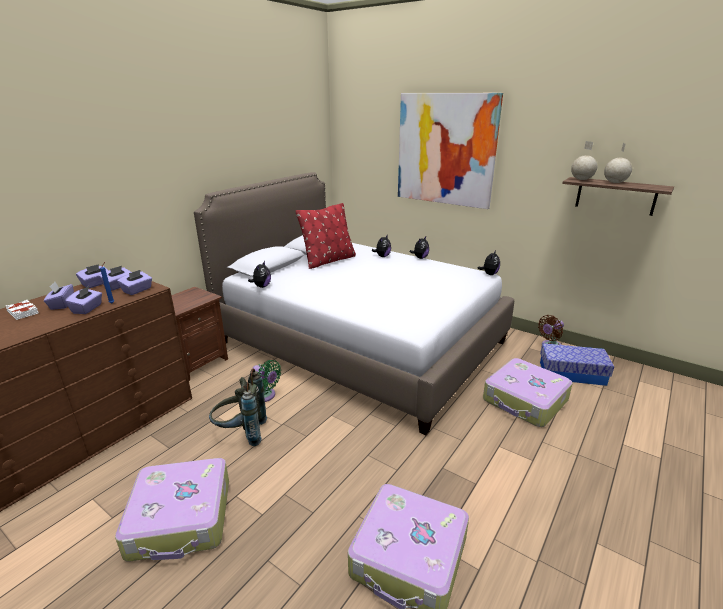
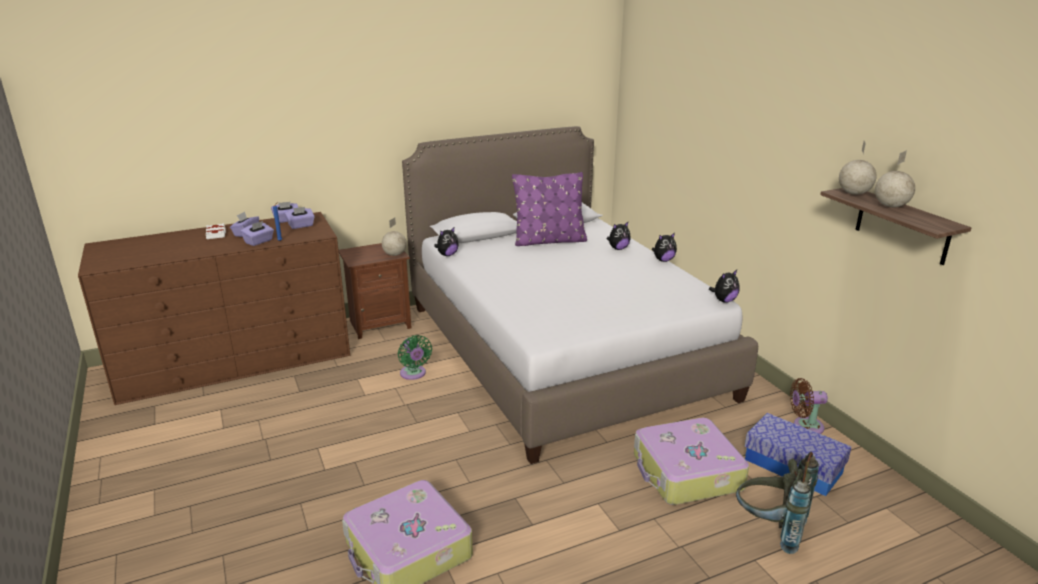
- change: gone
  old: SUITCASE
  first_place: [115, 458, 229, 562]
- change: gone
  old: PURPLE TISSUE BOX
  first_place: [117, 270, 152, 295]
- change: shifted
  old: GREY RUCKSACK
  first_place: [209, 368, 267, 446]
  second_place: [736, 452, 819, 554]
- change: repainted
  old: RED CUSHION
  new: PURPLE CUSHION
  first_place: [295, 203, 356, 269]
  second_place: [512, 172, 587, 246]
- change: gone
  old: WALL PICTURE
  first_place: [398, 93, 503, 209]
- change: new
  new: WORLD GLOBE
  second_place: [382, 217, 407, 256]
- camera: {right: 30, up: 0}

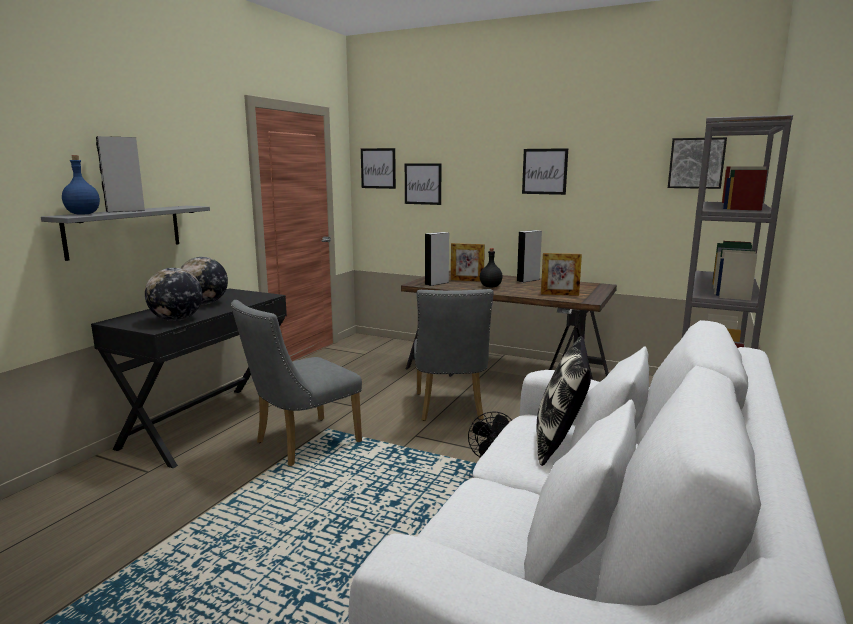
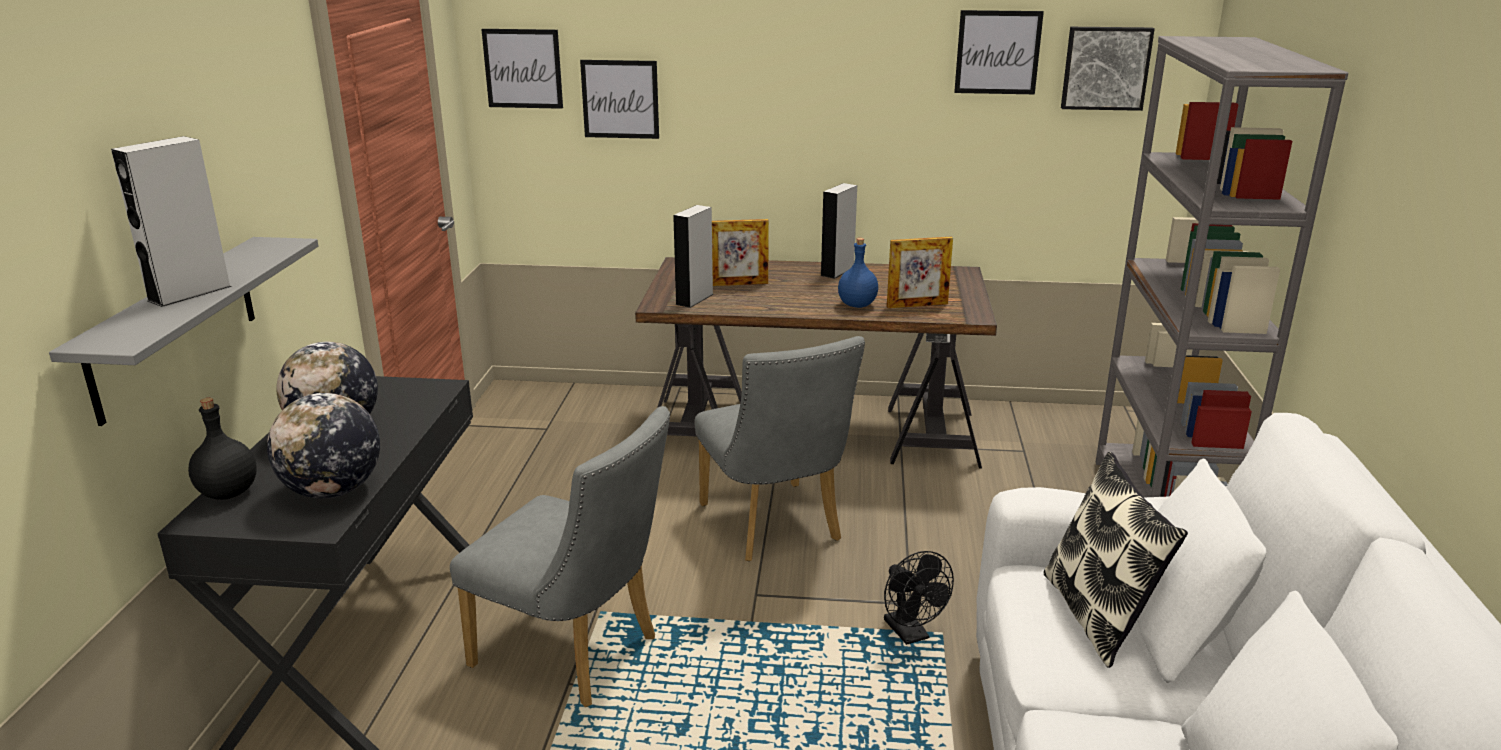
- change: shifted
  old: BLUE-COLOURED DRINK BOTTLE
  first_place: [62, 155, 100, 215]
  second_place: [838, 238, 878, 308]
- change: rotated
  old: GREY CHAIR
  first_place: [231, 300, 362, 466]
  second_place: [450, 406, 670, 707]
  degrees: -90
- change: shifted
  old: BLACKISH DRINK BOTTLE
  first_place: [480, 248, 502, 288]
  second_place: [188, 398, 257, 500]
- change: shifted
  old: WALL PICTURE
  first_place: [522, 148, 568, 195]
  second_place: [954, 10, 1044, 94]
- camera: {right: -20, up: 10}

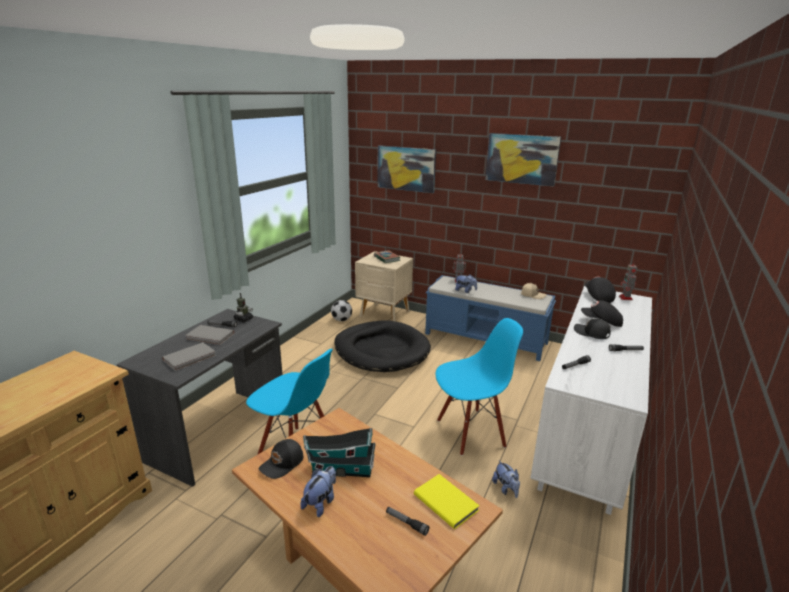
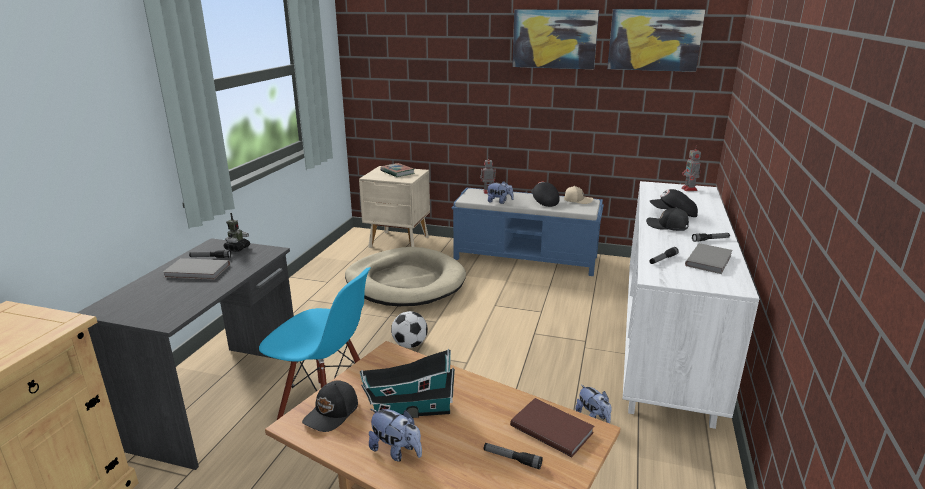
- change: shifted
  old: GREY VOLUME
  first_place: [162, 342, 216, 371]
  second_place: [685, 243, 733, 274]
- change: rotated
  old: PLUSH TOY
  first_place: [300, 466, 336, 517]
  second_place: [369, 409, 422, 462]
  degrees: 105
- change: shifted
  old: FOOTBALL BALL
  first_place: [331, 300, 352, 321]
  second_place: [391, 311, 428, 348]
- change: repainted
  old: BLACKISH DOG CUSHION
  new: SAND-COLOURED DOG CUSHION
  first_place: [334, 320, 431, 372]
  second_place: [345, 247, 466, 306]
- change: shifted
  old: WALL PICTURE
  first_place: [378, 145, 436, 193]
  second_place: [607, 9, 705, 72]
- change: repainted
  old: YELLOWISH VOLUME
  new: BROWN VOLUME
  first_place: [414, 474, 480, 529]
  second_place: [510, 398, 594, 457]
- change: gone
  old: BLUE-COLOURED CHAIR
  first_place: [436, 318, 523, 456]
- change: shifted
  old: BLACKISH CAP
  first_place: [585, 276, 616, 303]
  second_place: [531, 182, 560, 207]
- camera: {right: -10, up: 0}

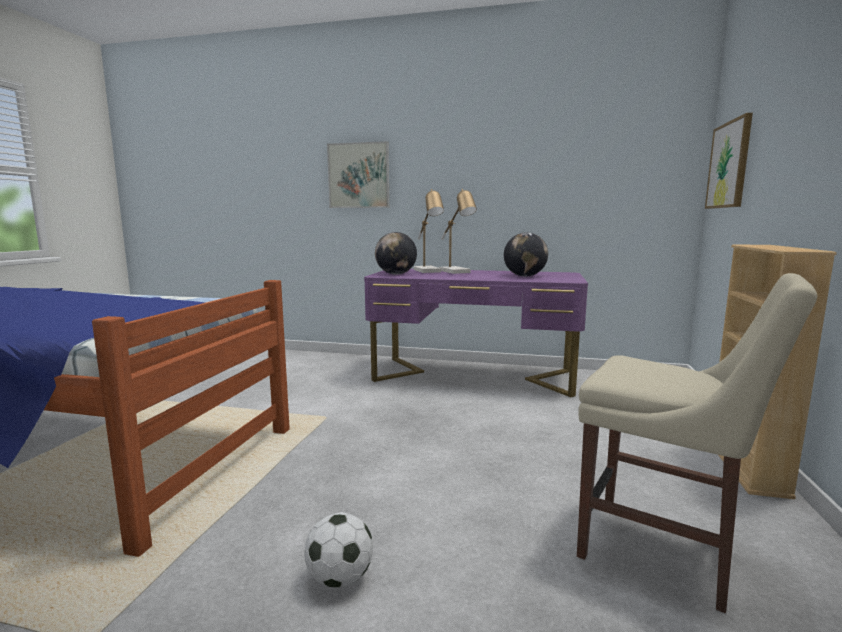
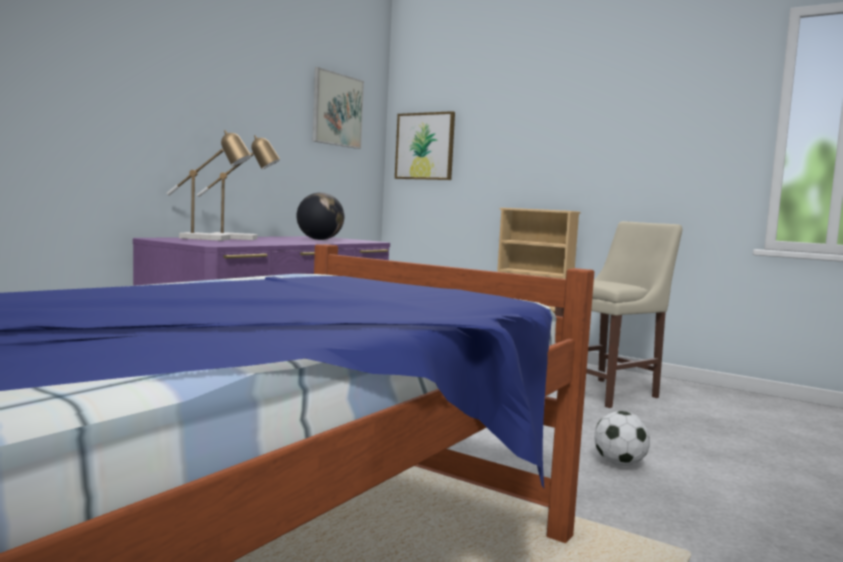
- change: shifted
  old: WALL PICTURE
  first_place: [327, 141, 389, 208]
  second_place: [313, 67, 364, 149]
- change: gone
  old: WORLD GLOBE
  first_place: [375, 232, 417, 275]
- camera: {right: -70, up: -5}

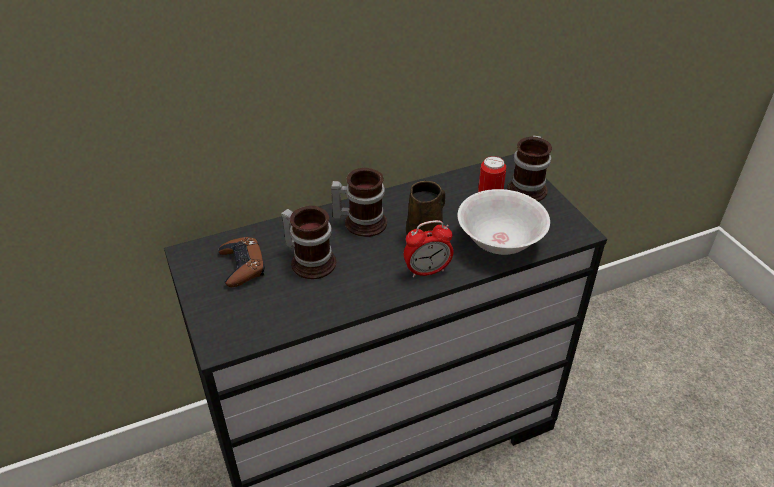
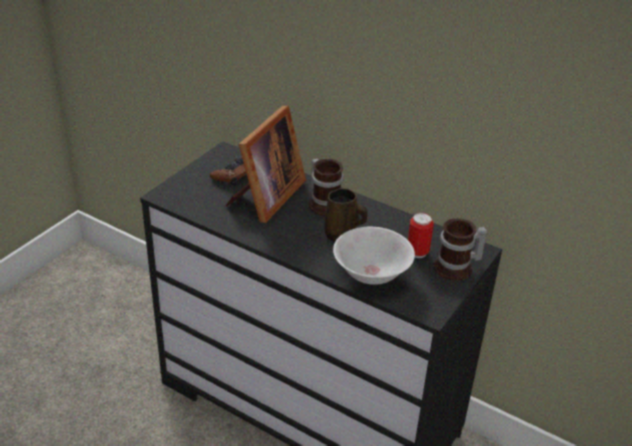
- change: swapped
  old: TEA MUG
  new: PHOTO FRAME
  first_place: [281, 206, 336, 279]
  second_place: [226, 105, 306, 223]
- change: gone
  old: BEDSIDE CLOCK
  first_place: [404, 220, 453, 278]
- camera: {right: 55, up: -5}

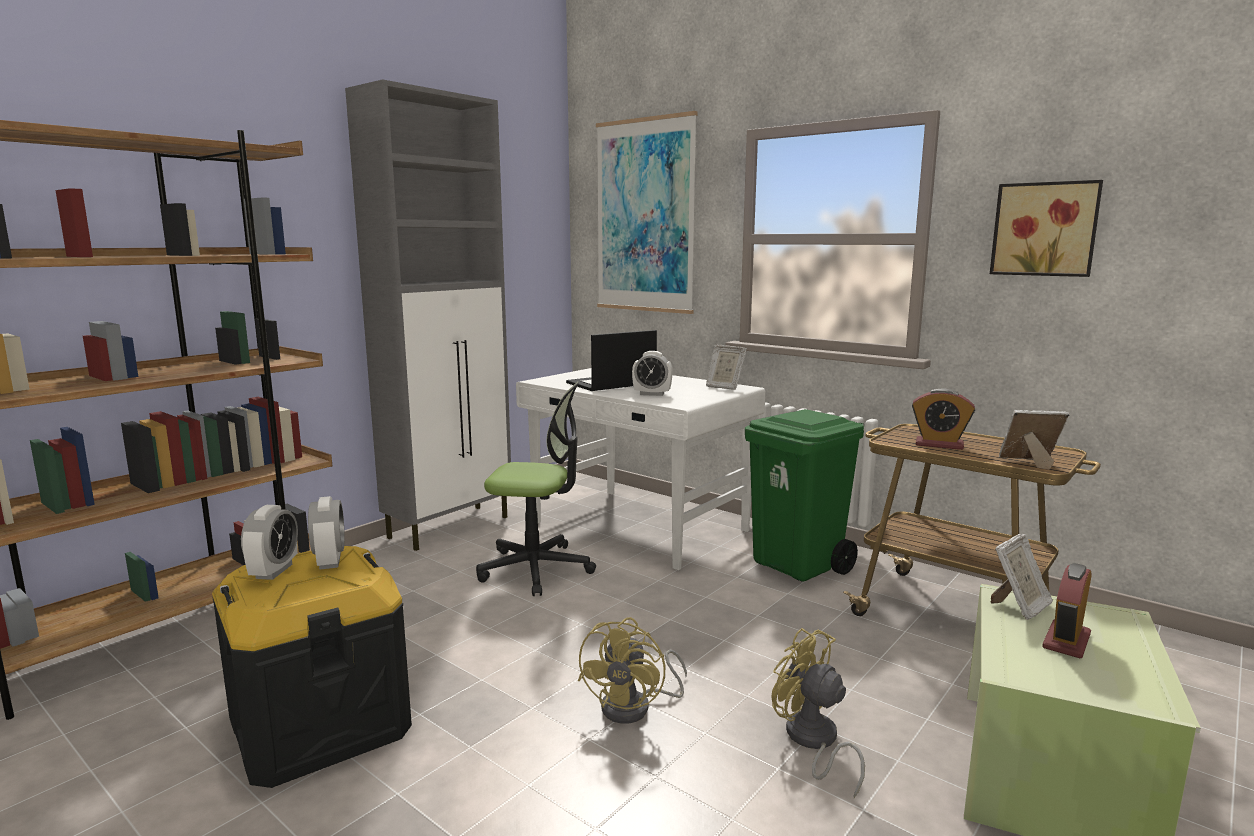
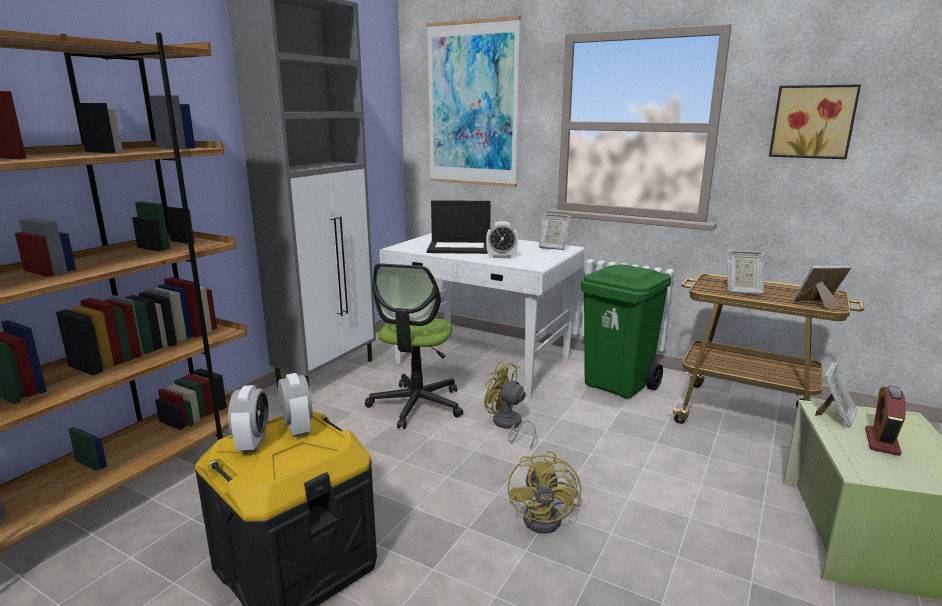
- change: rotated
  old: COMPUTER CHAIR
  first_place: [476, 382, 596, 596]
  second_place: [365, 263, 463, 429]
  degrees: 105
- change: rotated
  old: PORTABLE COMPUTER
  first_place: [566, 330, 657, 391]
  second_place: [427, 200, 491, 254]
  degrees: -135
- change: shifted
  old: YELLOWISH FAN
  first_place: [772, 628, 865, 798]
  second_place: [484, 362, 536, 449]
- change: swapped
  old: BEDSIDE CLOCK
  new: PHOTO FRAME
  first_place: [912, 389, 975, 450]
  second_place: [727, 250, 764, 294]
- camera: {right: -10, up: 5}

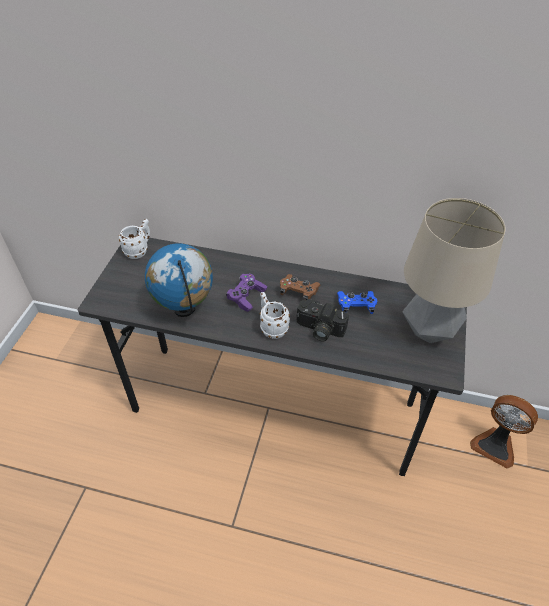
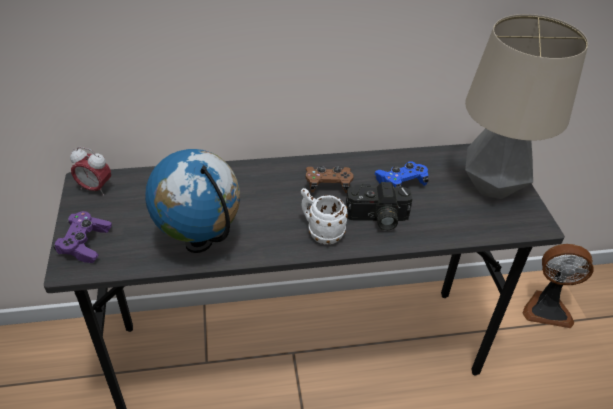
- change: swapped
  old: WHITISH TEA MUG
  new: BEDSIDE CLOCK
  first_place: [119, 219, 150, 259]
  second_place: [70, 147, 111, 196]
- change: shifted
  old: PURPLE GAME CONTROLLER
  first_place: [226, 274, 267, 312]
  second_place: [53, 211, 112, 263]
- camera: {right: -25, up: -5}

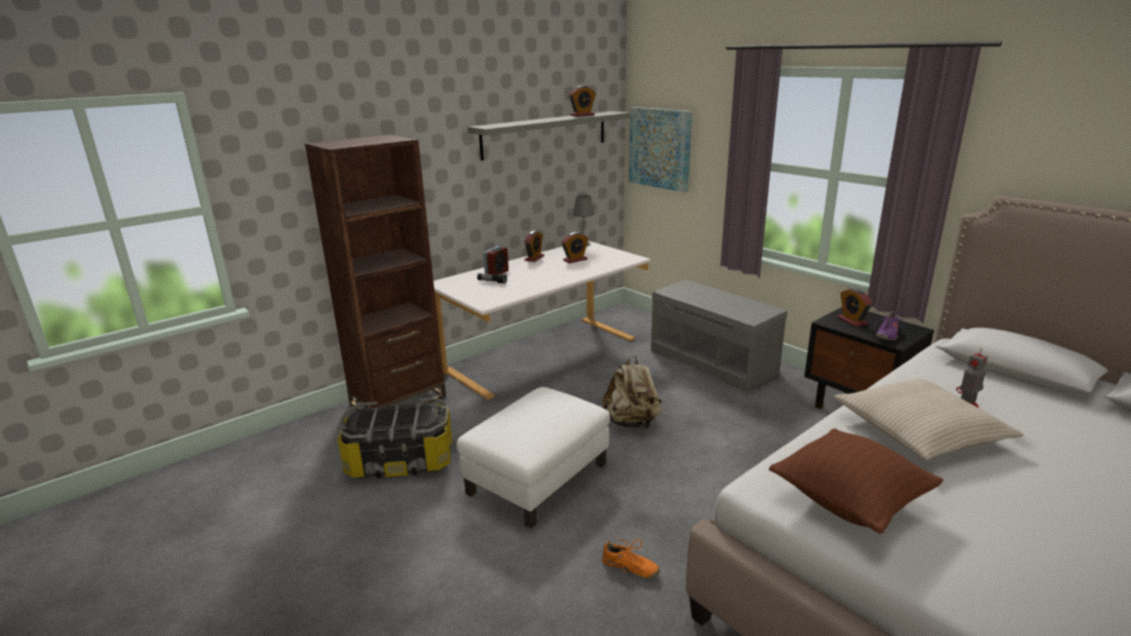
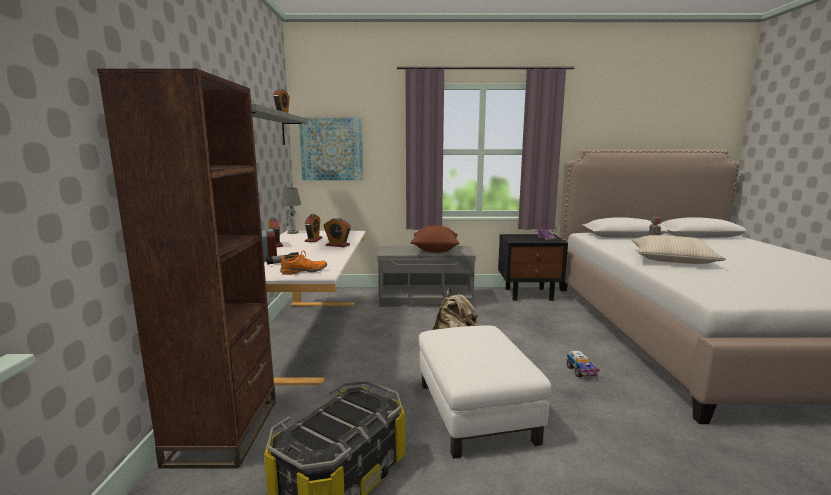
- change: shifted
  old: ORANGEY LOW SHOE
  first_place: [602, 537, 660, 579]
  second_place: [280, 250, 327, 275]
- change: shifted
  old: BROWN CUSHION
  first_place: [769, 428, 943, 534]
  second_place: [411, 225, 459, 253]
- change: shifted
  old: BEDSIDE CLOCK
  first_place: [838, 288, 872, 327]
  second_place: [323, 218, 351, 247]
- change: new
  new: MODEL TRUCK
  second_place: [566, 351, 600, 377]
- camera: {right: -50, up: -10}

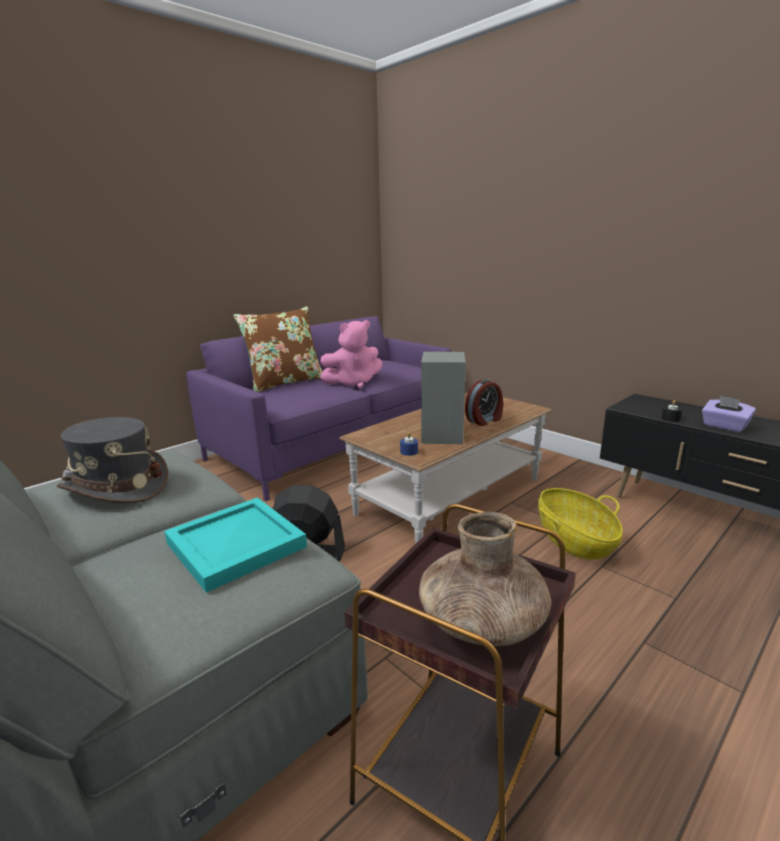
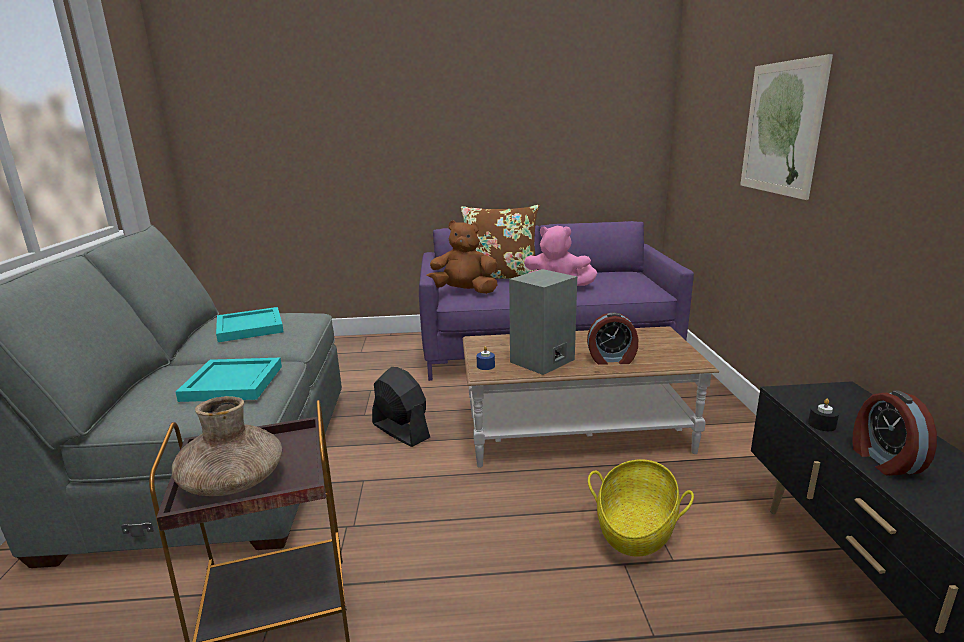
- change: swapped
  old: GREY WEARABLE HAT
  new: TURQUOISE CARRYING TRAY
  first_place: [57, 417, 169, 503]
  second_place: [216, 307, 284, 342]
- change: swapped
  old: PURPLE TISSUE BOX
  new: BEDSIDE CLOCK
  first_place: [702, 396, 756, 432]
  second_place: [853, 390, 937, 476]
- change: new
  new: BROWN PLUSH TOY
  second_place: [427, 220, 497, 294]
- change: new
  new: WALL PICTURE
  second_place: [740, 54, 833, 200]
- camera: {right: 40, up: 0}

